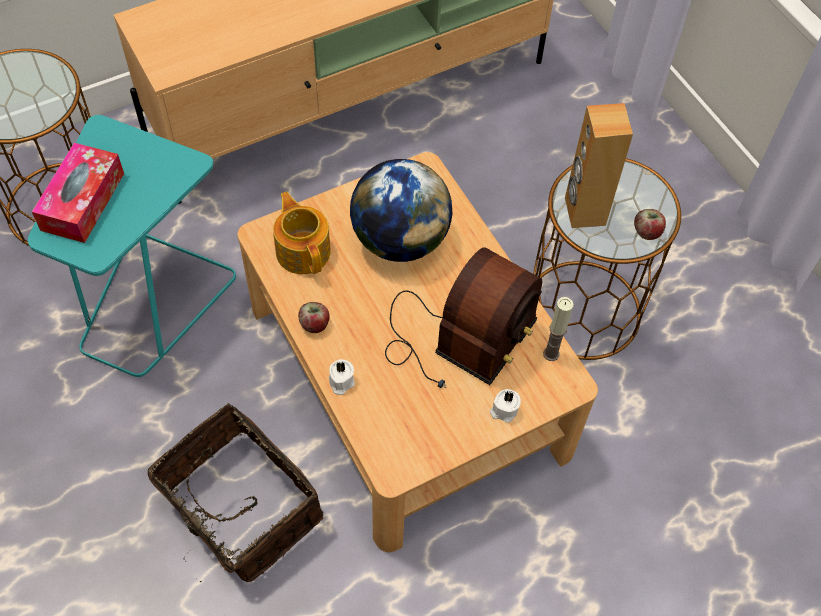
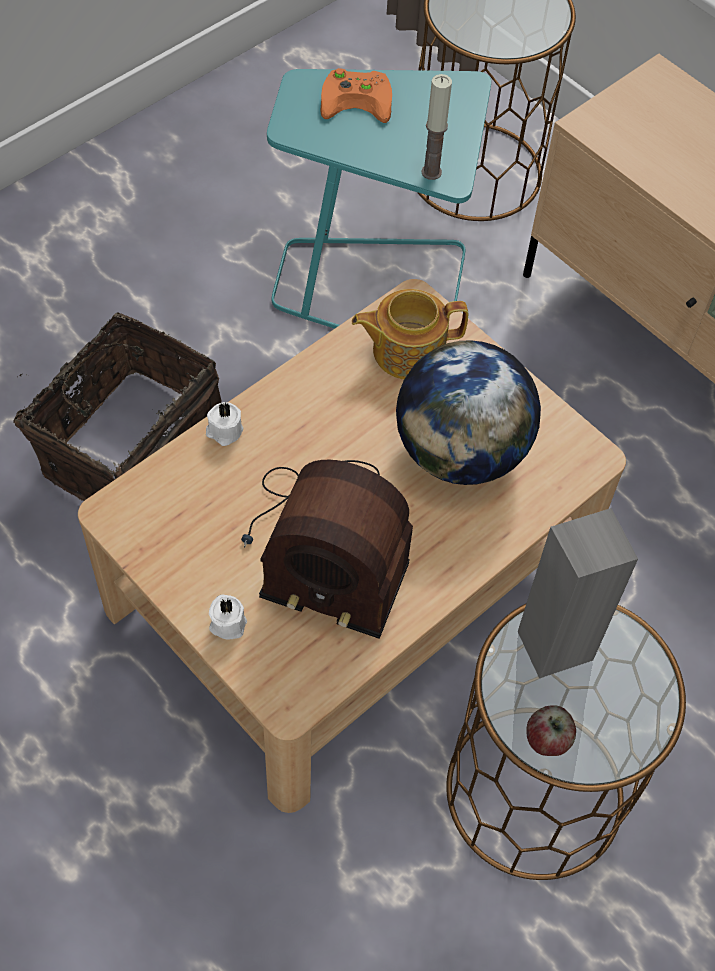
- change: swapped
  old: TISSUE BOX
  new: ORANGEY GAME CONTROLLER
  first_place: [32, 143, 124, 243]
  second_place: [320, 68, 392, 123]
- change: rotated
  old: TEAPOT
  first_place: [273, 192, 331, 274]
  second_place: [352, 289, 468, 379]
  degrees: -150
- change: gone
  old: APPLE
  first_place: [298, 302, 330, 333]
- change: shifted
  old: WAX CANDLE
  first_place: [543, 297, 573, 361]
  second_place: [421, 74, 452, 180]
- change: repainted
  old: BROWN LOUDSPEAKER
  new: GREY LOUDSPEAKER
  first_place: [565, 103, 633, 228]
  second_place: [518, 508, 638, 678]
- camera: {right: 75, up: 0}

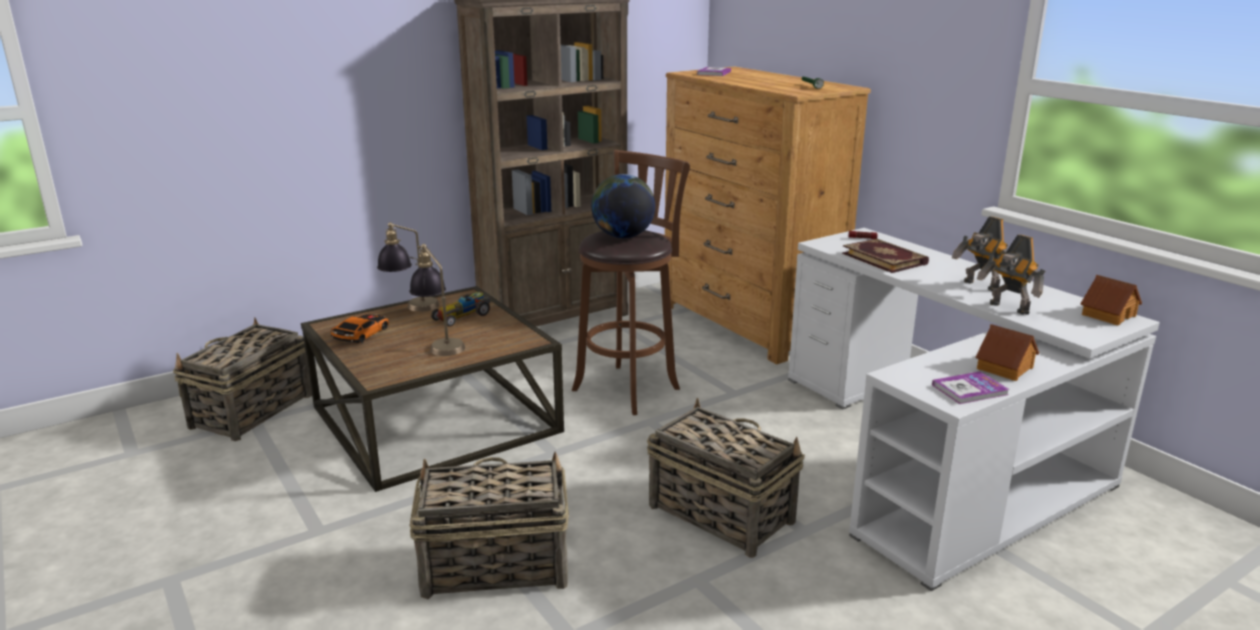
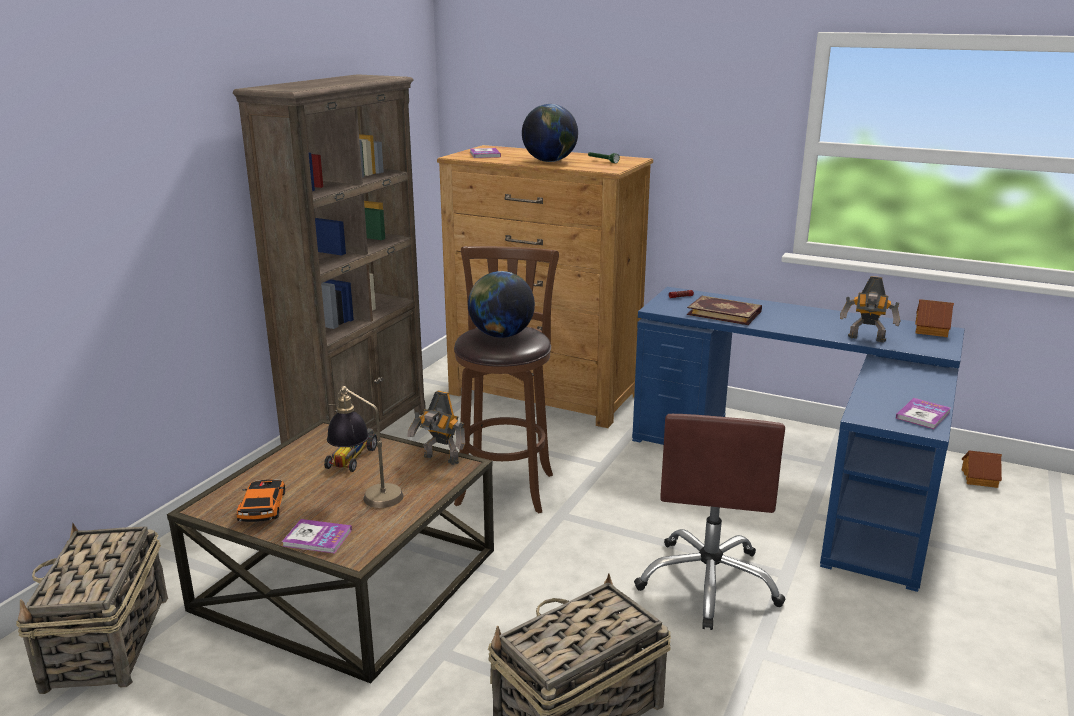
- change: gone
  old: LAMP FOR A TABLE
  first_place: [377, 222, 439, 312]
- change: swapped
  old: HOUSEHOLD BASKET
  new: BROWN COMPUTER CHAIR
  first_place: [647, 398, 805, 558]
  second_place: [634, 414, 785, 630]
- change: repainted
  old: WHITISH DESK UNIT
  new: BLUE-COLOURED DESK UNIT
  first_place: [788, 228, 1160, 591]
  second_place: [632, 287, 965, 592]
- change: shifted
  old: ROBOT FIGURE
  first_place: [952, 216, 1008, 291]
  second_place: [407, 391, 465, 465]
- change: shifted
  old: TOY HOUSE
  first_place: [976, 324, 1039, 381]
  second_place: [962, 450, 1002, 488]
- change: new
  new: VOLUME
  second_place: [282, 519, 352, 553]
- change: new
  new: WORLD GLOBE
  second_place: [522, 104, 578, 162]
- camera: {right: -30, up: 0}

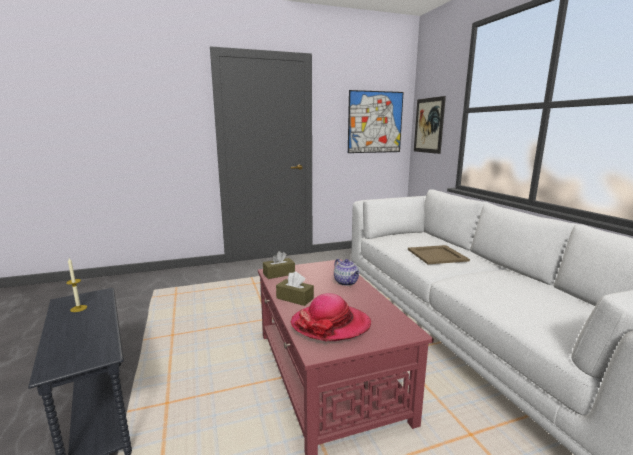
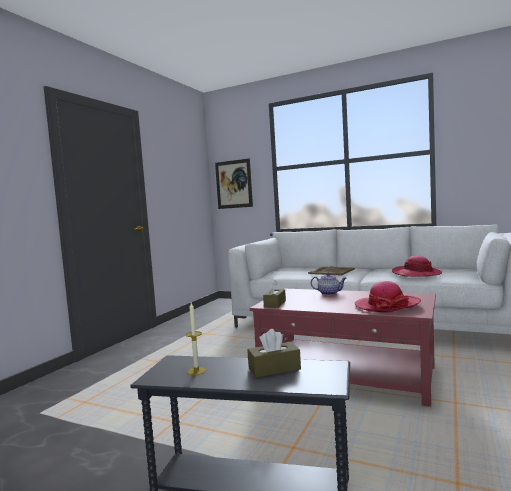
- change: shifted
  old: BROWN TISSUE BOX
  first_place: [276, 271, 314, 306]
  second_place: [247, 329, 301, 378]
- change: gone
  old: WALL PICTURE
  first_place: [348, 90, 404, 153]
- change: new
  new: WEARABLE HAT
  second_place: [392, 256, 442, 277]
- camera: {right: -45, up: -10}

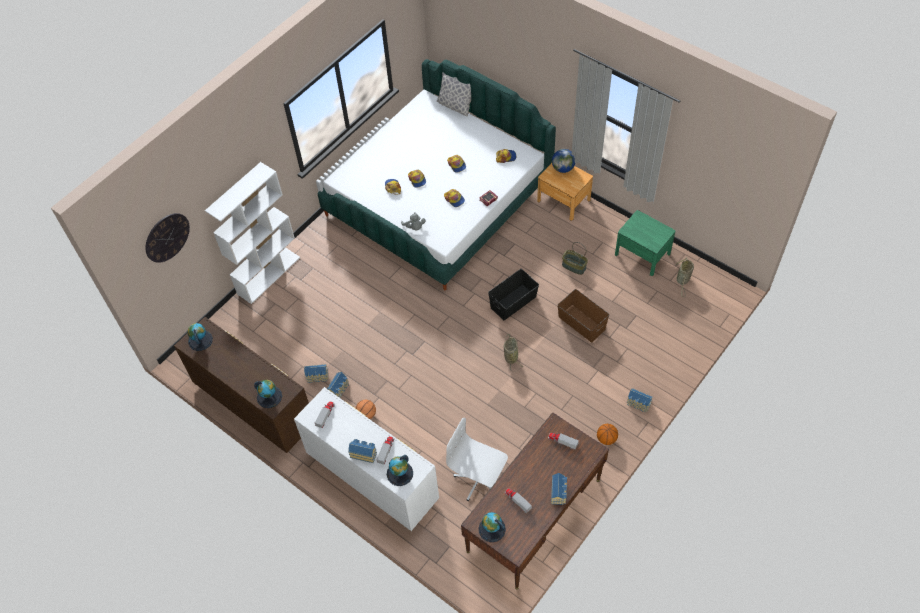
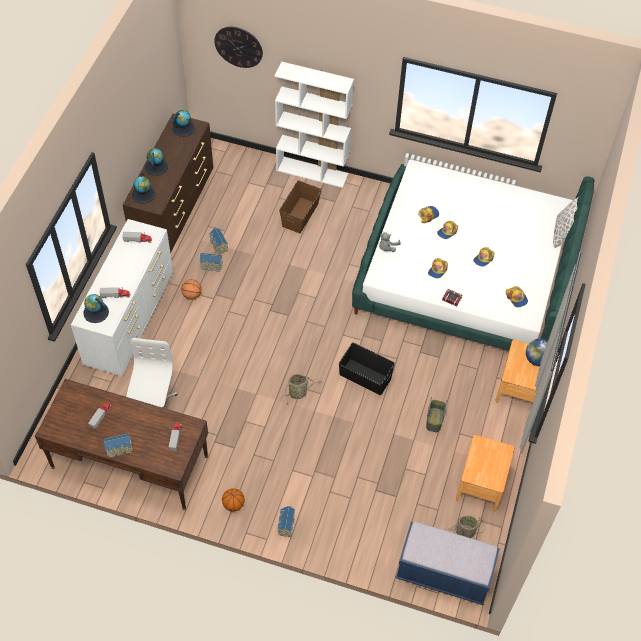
- change: gone
  old: TOY HOUSE
  first_place: [348, 439, 377, 463]
- change: shifted
  old: WORLD GLOBE
  first_place: [478, 512, 506, 542]
  second_place: [145, 148, 168, 176]
- change: shifted
  old: BROWN STORAGE BOX
  first_place: [557, 289, 609, 343]
  second_place: [279, 180, 322, 233]
- change: repainted
  old: GREENISH BEDSIDE TABLE
  new: BROWN BEDSIDE TABLE
  first_place: [615, 210, 675, 276]
  second_place: [456, 435, 514, 512]
- change: new
  new: BLUE-COLOURED INDOOR BENCH
  second_place: [396, 522, 500, 605]
- camera: {right: 65, up: 0}

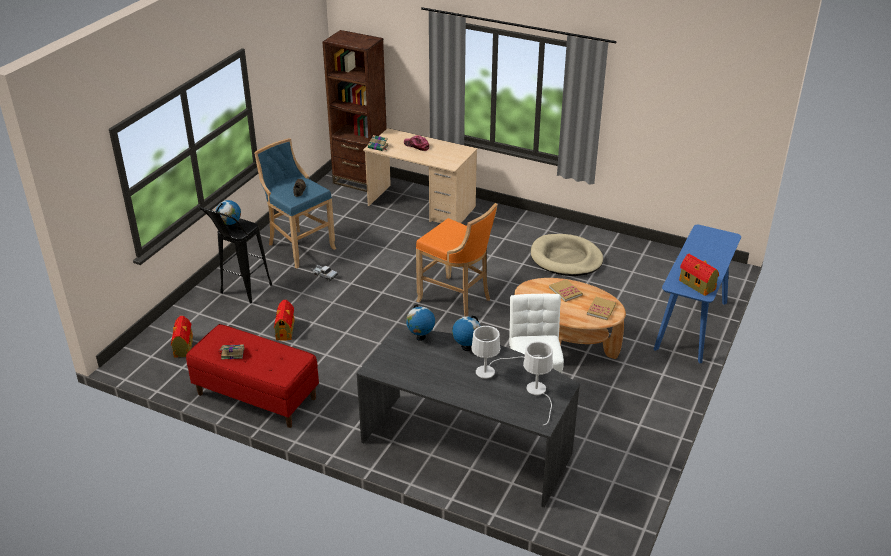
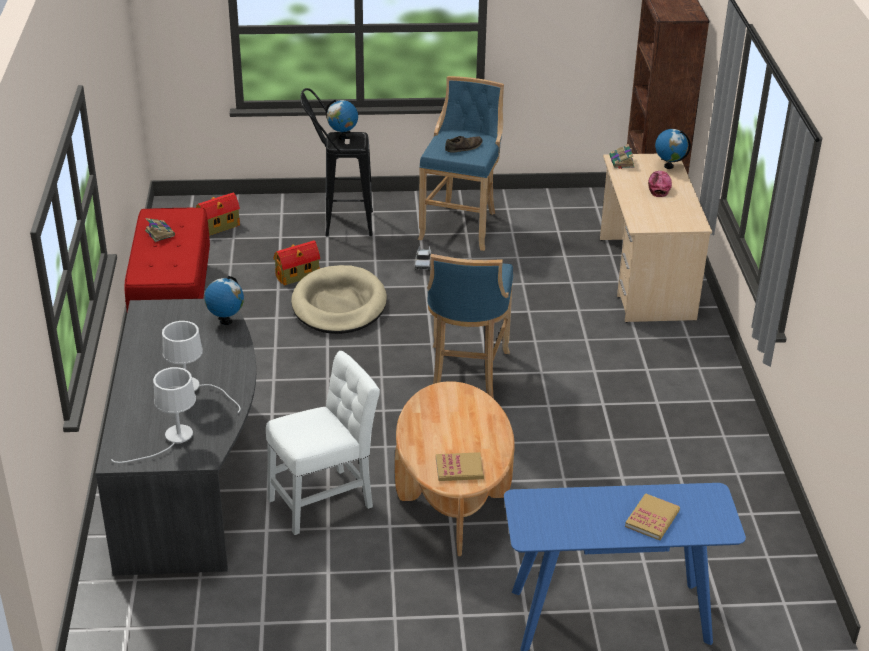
- change: repainted
  old: ORANGEY STOOL SEAT
  new: BLUE-COLOURED STOOL SEAT
  first_place: [416, 203, 498, 317]
  second_place: [427, 254, 513, 399]
- change: shifted
  old: WORLD GLOBE
  first_place: [452, 315, 480, 351]
  second_place: [655, 129, 691, 169]
- change: shifted
  old: SAND-COLOURED DOG CUSHION
  first_place: [531, 234, 604, 276]
  second_place: [291, 265, 387, 334]
- change: shifted
  old: VOLUME
  first_place: [549, 279, 583, 302]
  second_place: [625, 493, 680, 541]
- change: gone
  old: TOY HOUSE
  first_place: [679, 254, 719, 296]
- camera: {right: 60, up: 0}

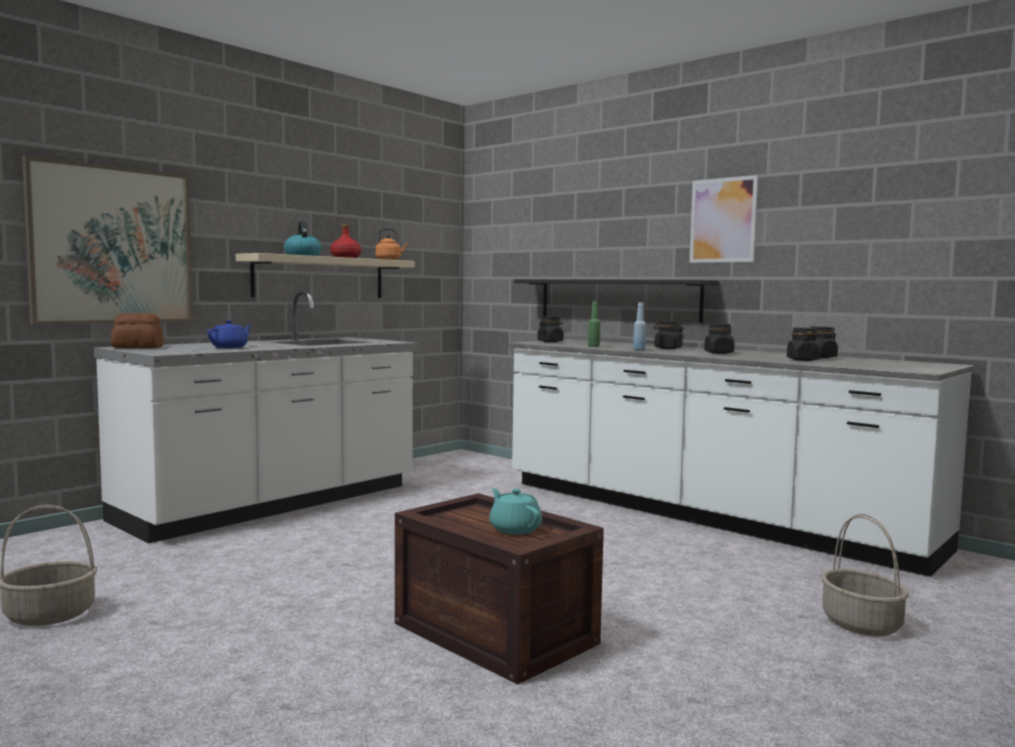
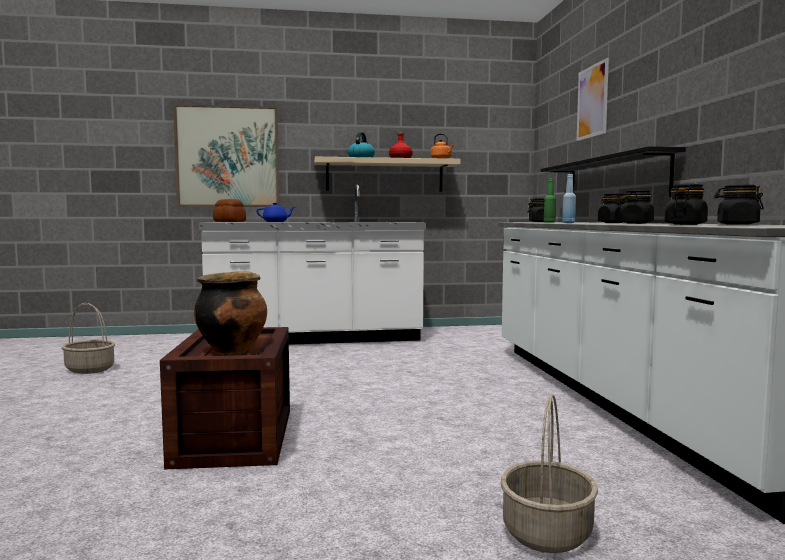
- change: swapped
  old: TURQUOISE TEAPOT
  new: SAUCEPOT
  first_place: [489, 488, 542, 534]
  second_place: [194, 271, 267, 354]
- change: shifted
  old: WALL PICTURE
  first_place: [690, 175, 758, 263]
  second_place: [577, 58, 609, 141]
- camera: {right: 40, up: 0}

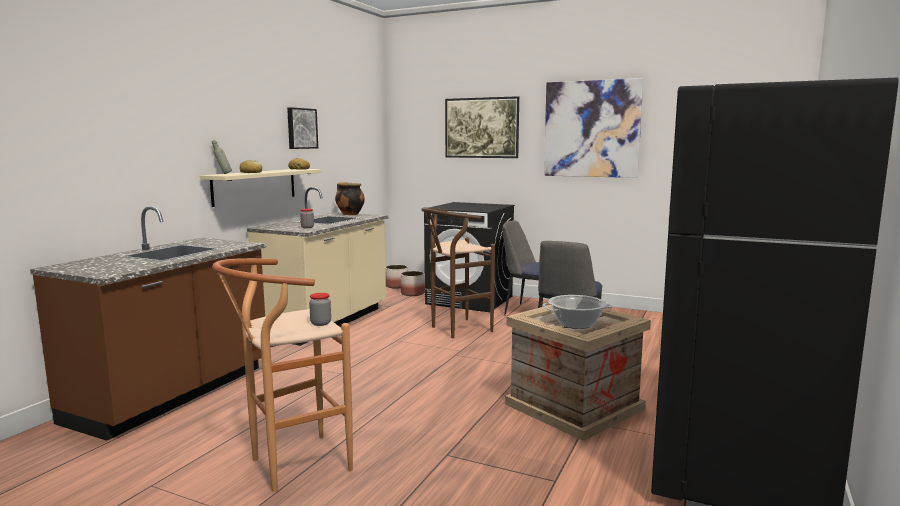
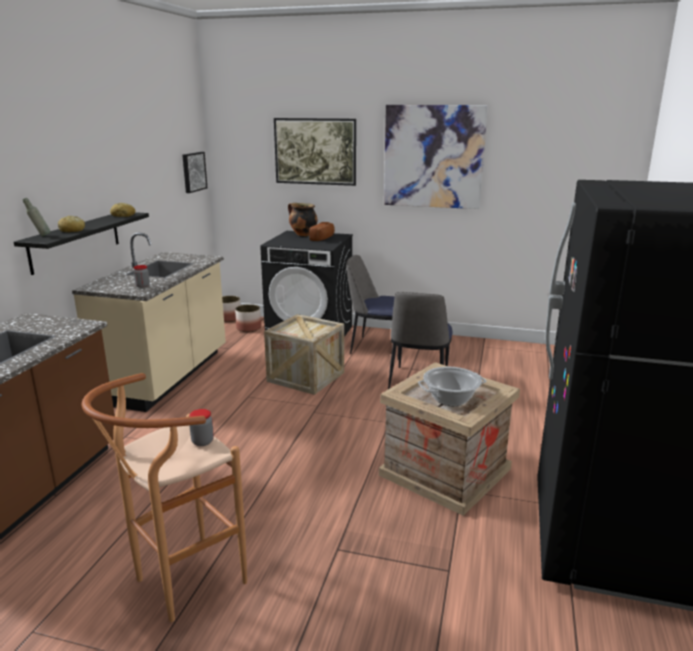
- change: repainted
  old: SAND-COLOURED SHELF
  new: BLACKISH SHELF
  first_place: [200, 169, 322, 207]
  second_place: [14, 212, 149, 275]
- change: shifted
  old: WALL PICTURE
  first_place: [287, 107, 318, 149]
  second_place: [182, 152, 207, 193]
- change: shifted
  old: SAUCEPOT
  first_place: [335, 182, 365, 215]
  second_place: [288, 203, 317, 236]
- change: swapped
  old: BROWN STOOL SEAT
  new: CRATE
  first_place: [421, 207, 495, 338]
  second_place: [264, 314, 344, 395]
- change: new
  new: BAKERY BREAD
  second_place: [309, 222, 335, 241]
- camera: {right: -10, up: 10}

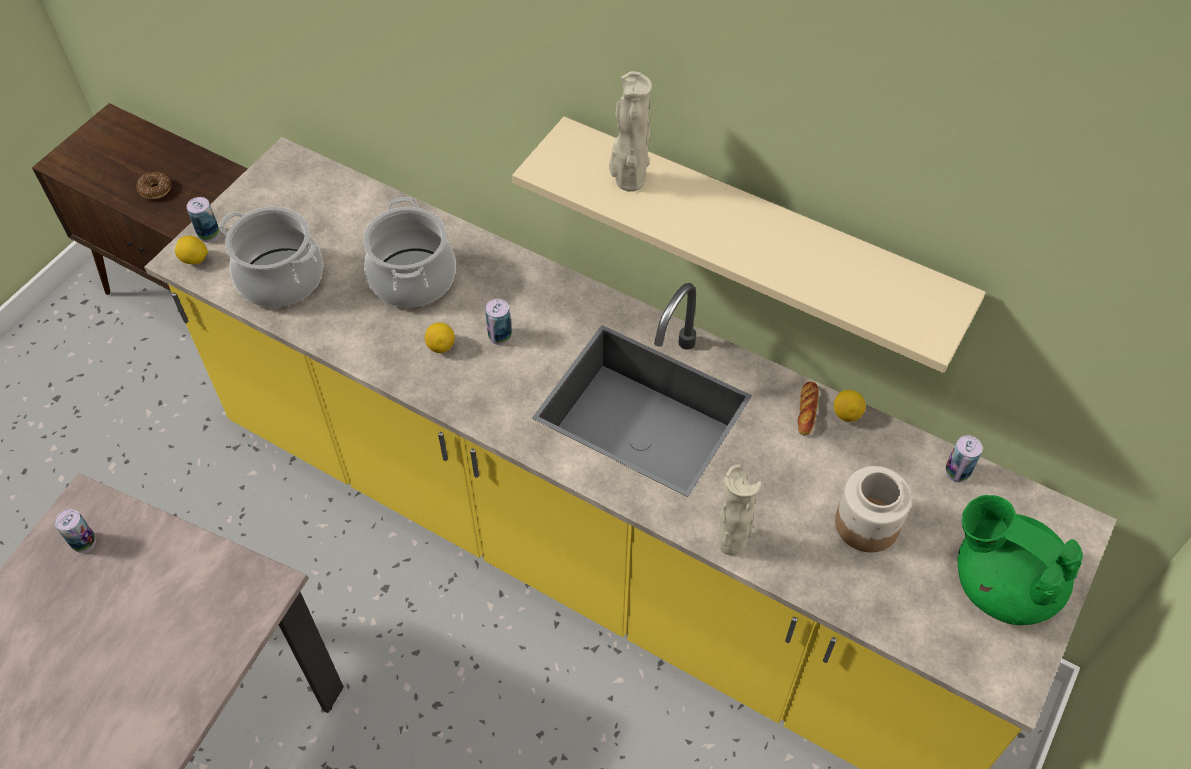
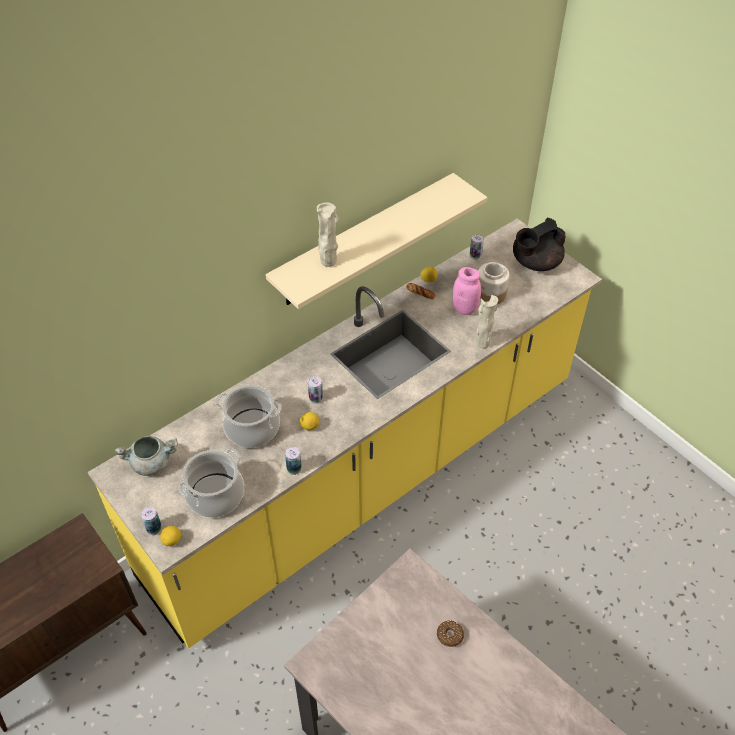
- change: shifted
  old: SEALED CAN
  first_place: [55, 509, 96, 553]
  second_place: [285, 447, 302, 475]
- change: shifted
  old: DONUT
  first_place: [137, 172, 171, 199]
  second_place: [437, 620, 464, 647]
- change: repainted
  old: GREENISH TEAPOT
  new: BLACKISH TEAPOT
  first_place: [958, 495, 1083, 625]
  second_place: [513, 218, 566, 271]
- change: new
  new: GREY SAUCEPOT
  second_place: [115, 436, 178, 476]
- change: new
  new: PINK-COLOURED PRESERVE JAR
  second_place: [453, 267, 481, 315]
- camera: {right: -70, up: -5}

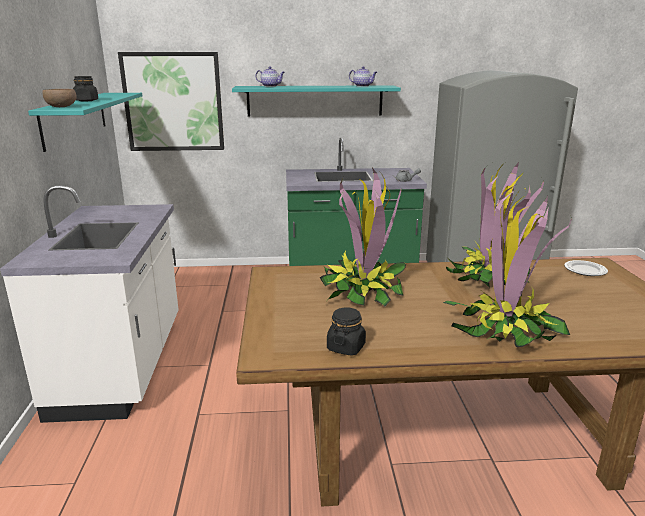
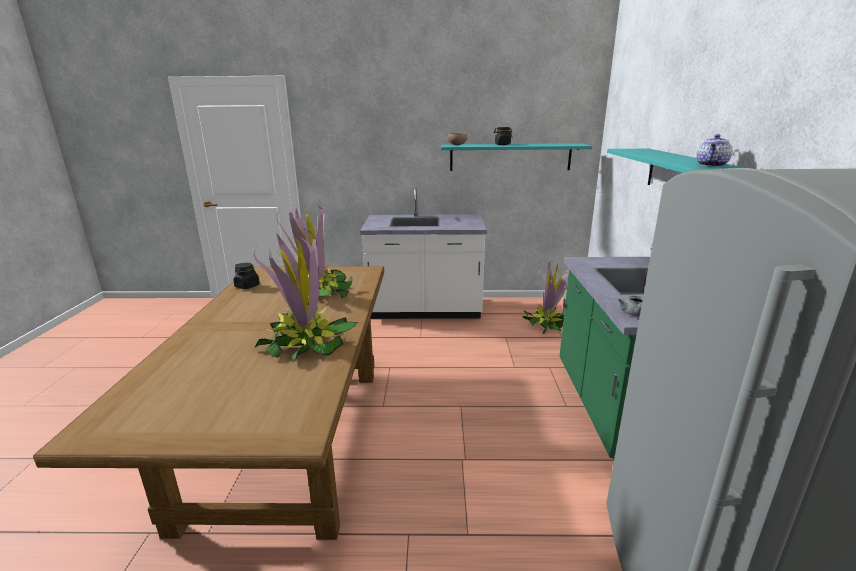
- change: gone
  old: WALL PICTURE
  first_place: [118, 52, 224, 151]
- change: gone
  old: TEAPOT
  first_place: [255, 66, 285, 87]
- change: shifted
  old: PLANT IN A POT
  first_place: [443, 186, 572, 347]
  second_place: [522, 262, 569, 334]
- change: gone
  old: PLATE
  first_place: [564, 260, 608, 276]
- camera: {right: 95, up: 0}

